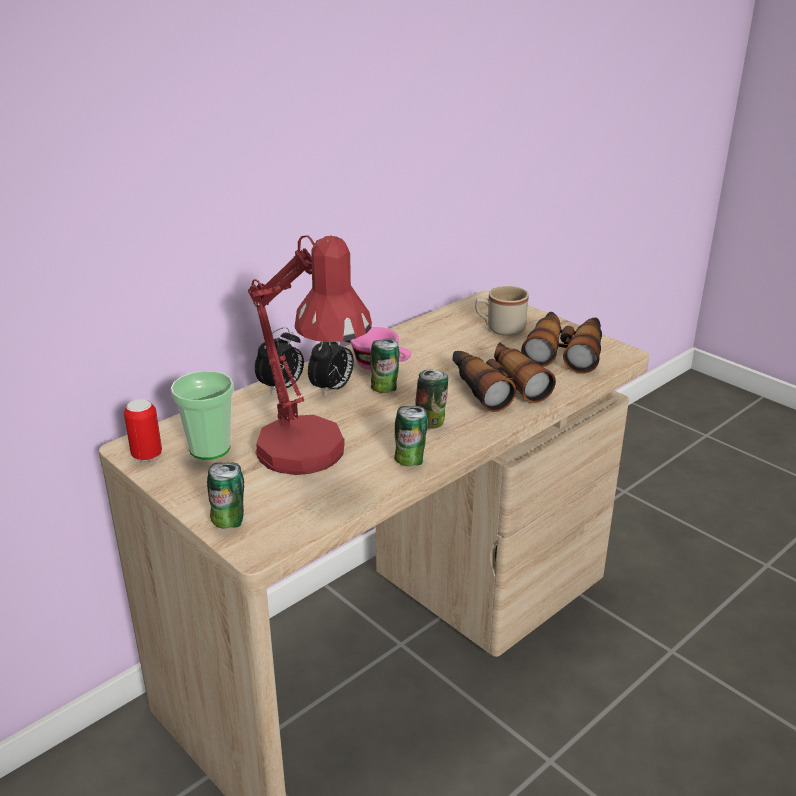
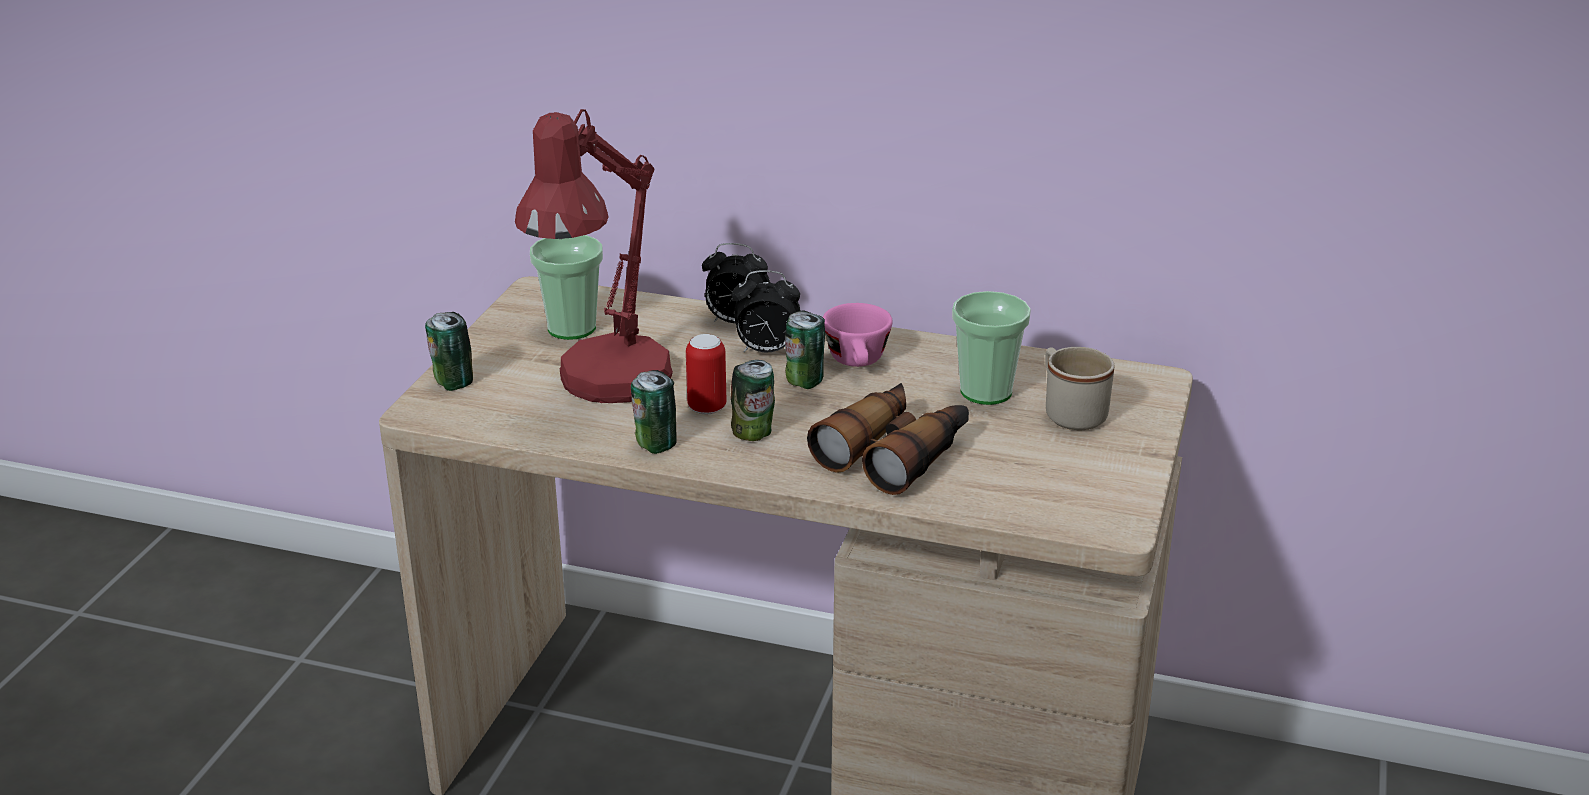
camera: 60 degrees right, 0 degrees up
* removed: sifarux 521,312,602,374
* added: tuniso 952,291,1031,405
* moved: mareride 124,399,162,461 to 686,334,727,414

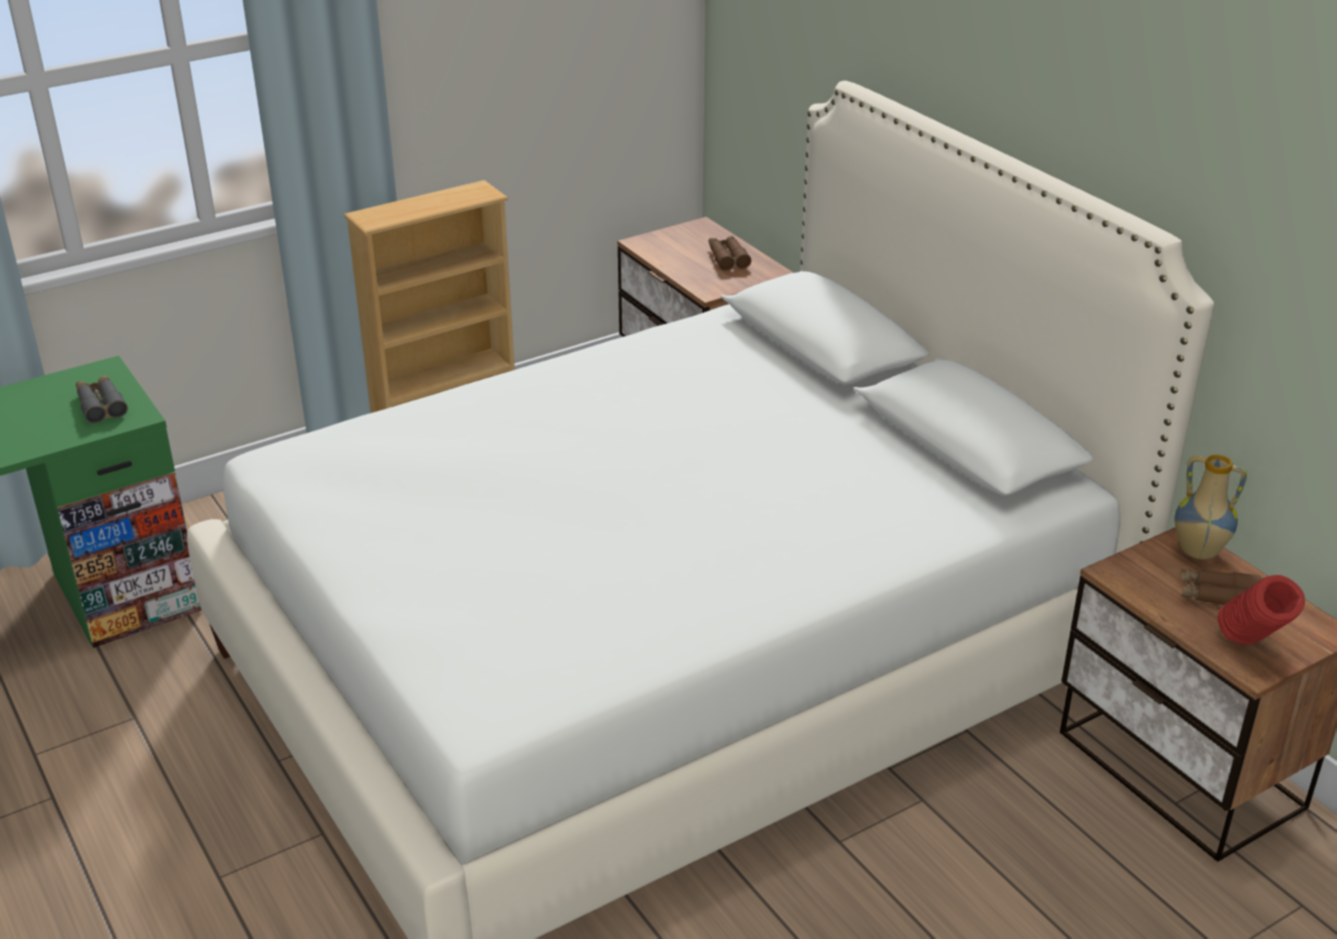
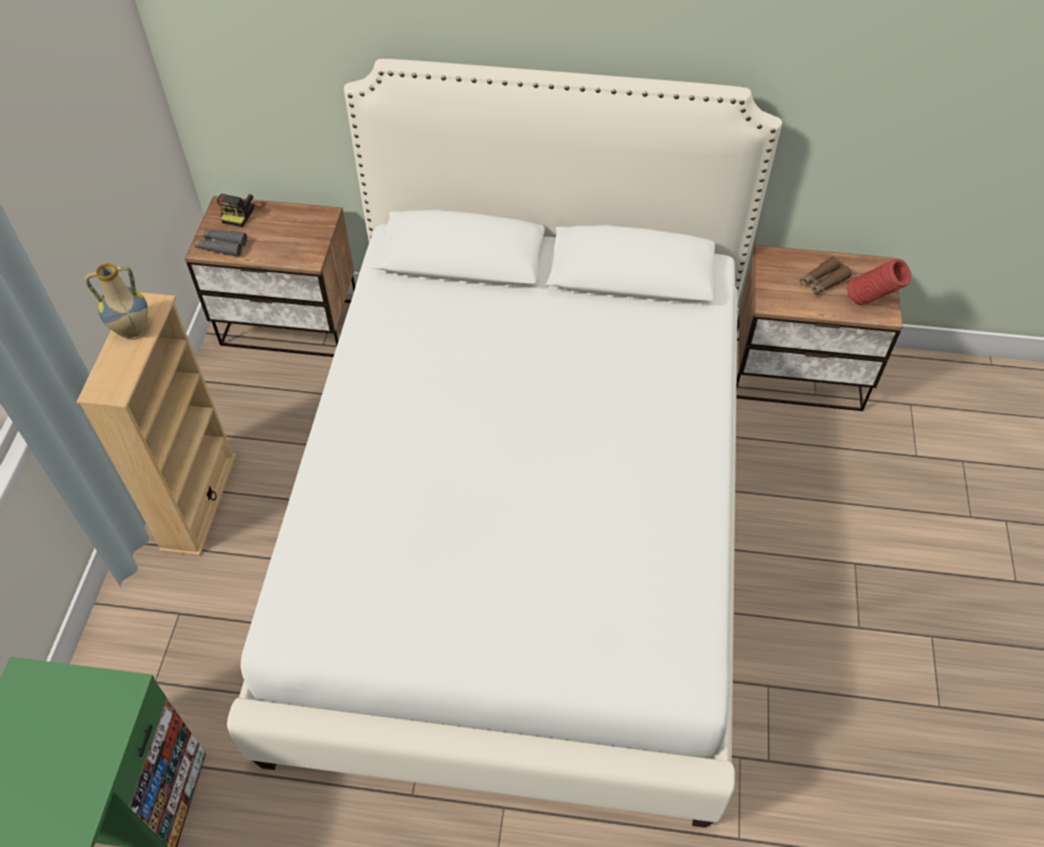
camera: 50 degrees left, 20 degrees up
* removed: brown_sifarux 708,236,751,271
* added: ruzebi 217,194,265,227
* moved: grey_sifarux 76,375,128,423 to 194,229,247,257
* moved: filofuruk 1175,455,1247,559 to 84,263,148,338

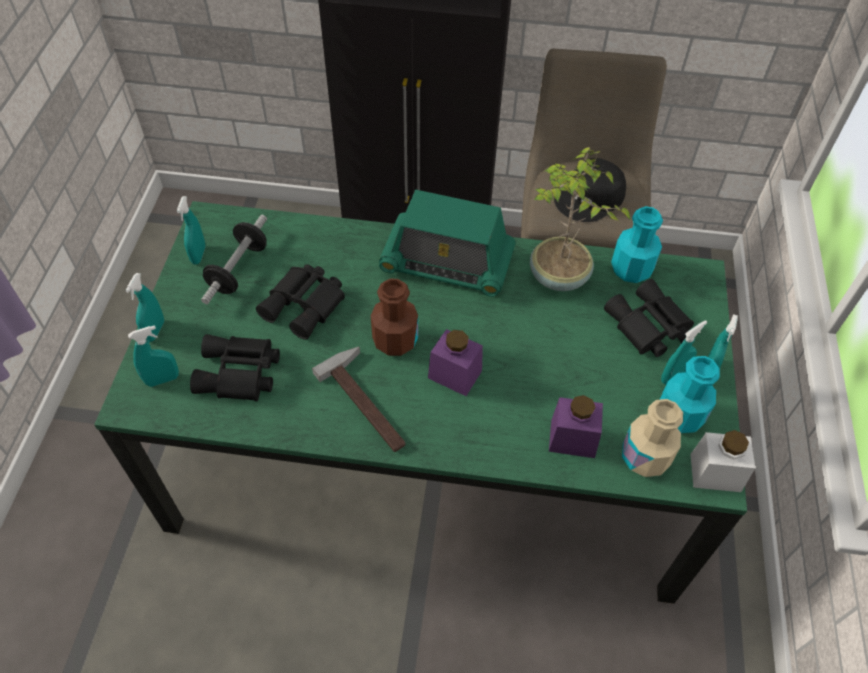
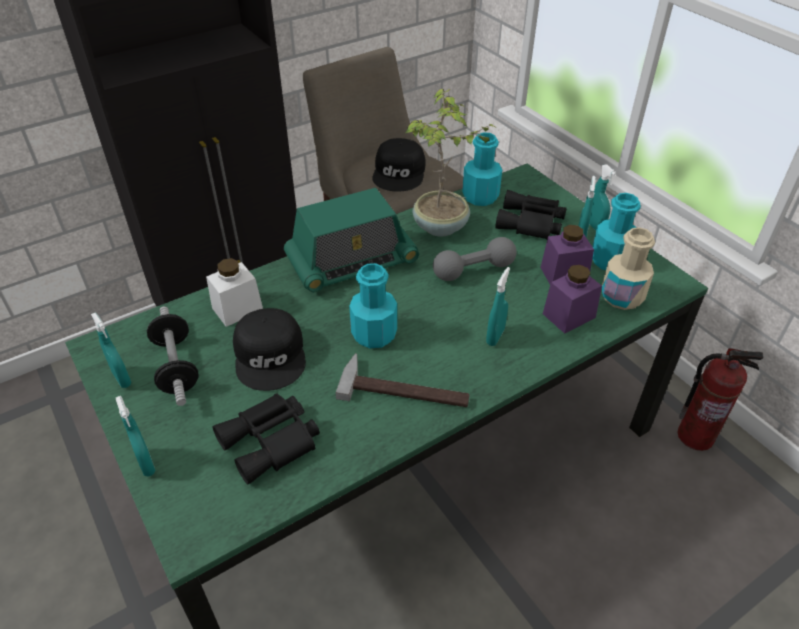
camera: 40 degrees left, 10 degrees down
* added: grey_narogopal 433,237,517,281
* added: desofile 677,348,763,451
* moved: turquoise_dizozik 128,325,179,387 to 486,267,510,346
* moved: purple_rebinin 428,329,483,396 to 540,225,594,284
* moved: white_rebinin 690,430,755,492 to 206,258,263,327
* replaced: black_sifarux 256,264,345,340 to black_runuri 233,308,306,391
* recoloured: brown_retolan 371,279,418,356 to turquoise_retolan 349,263,397,349

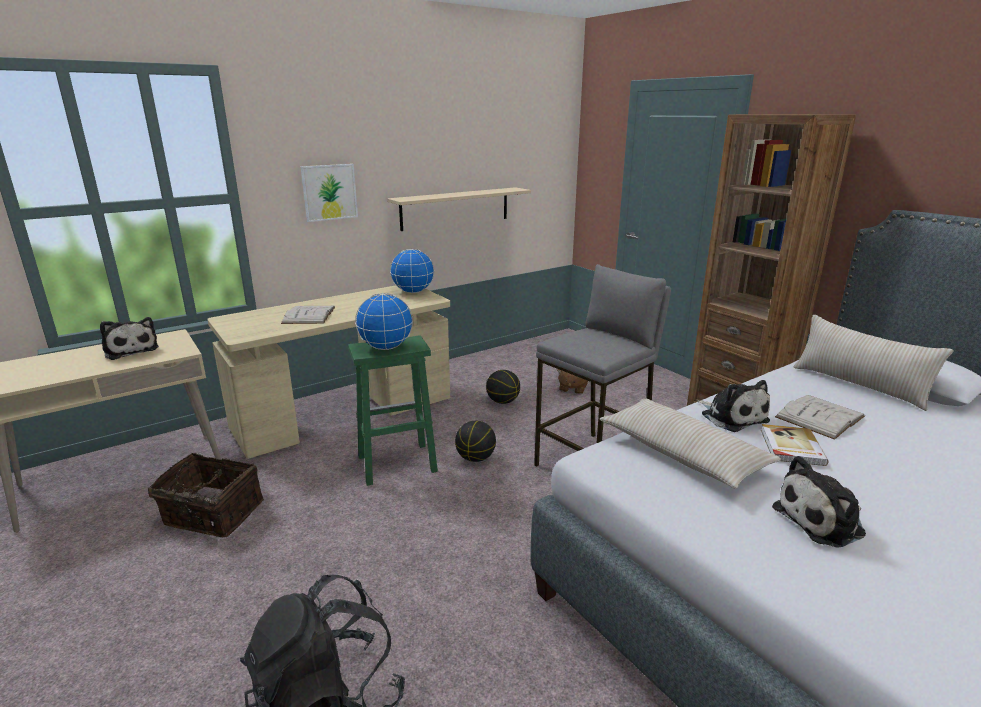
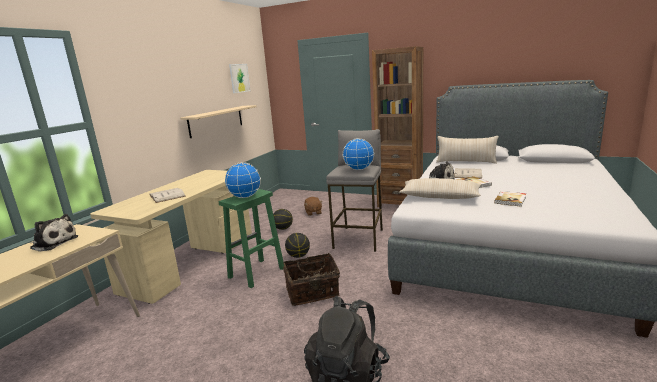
camera: 30 degrees left, 5 degrees down
* moved: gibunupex 148,453,264,537 to 283,253,340,306
* moved: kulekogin 301,164,358,222 to 229,64,250,93
* moved: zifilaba 390,249,434,293 to 343,138,374,170
* replaced: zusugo 772,456,866,548 to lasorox 494,191,526,207

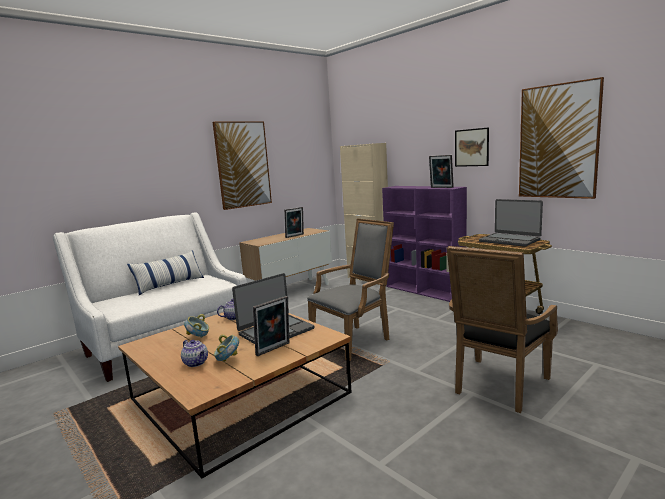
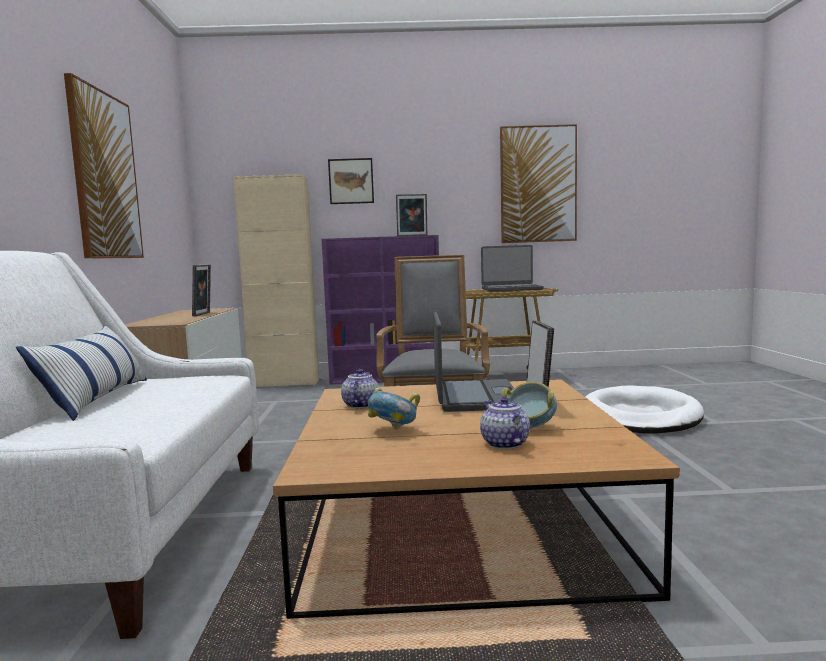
camera: 50 degrees left, 5 degrees down
* moved: kulekogin 455,127,489,167 to 328,158,374,204
* replaced: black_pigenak 447,246,558,413 to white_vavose 586,385,704,434
* turned: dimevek 181,340,208,367 = 480,397,530,449 105 degrees counterclockwise

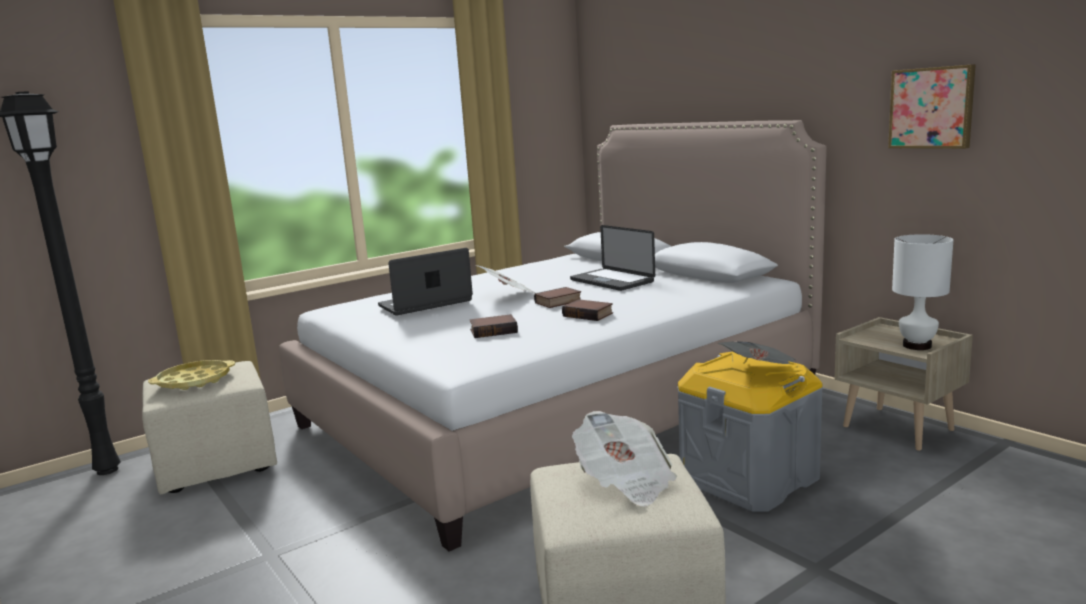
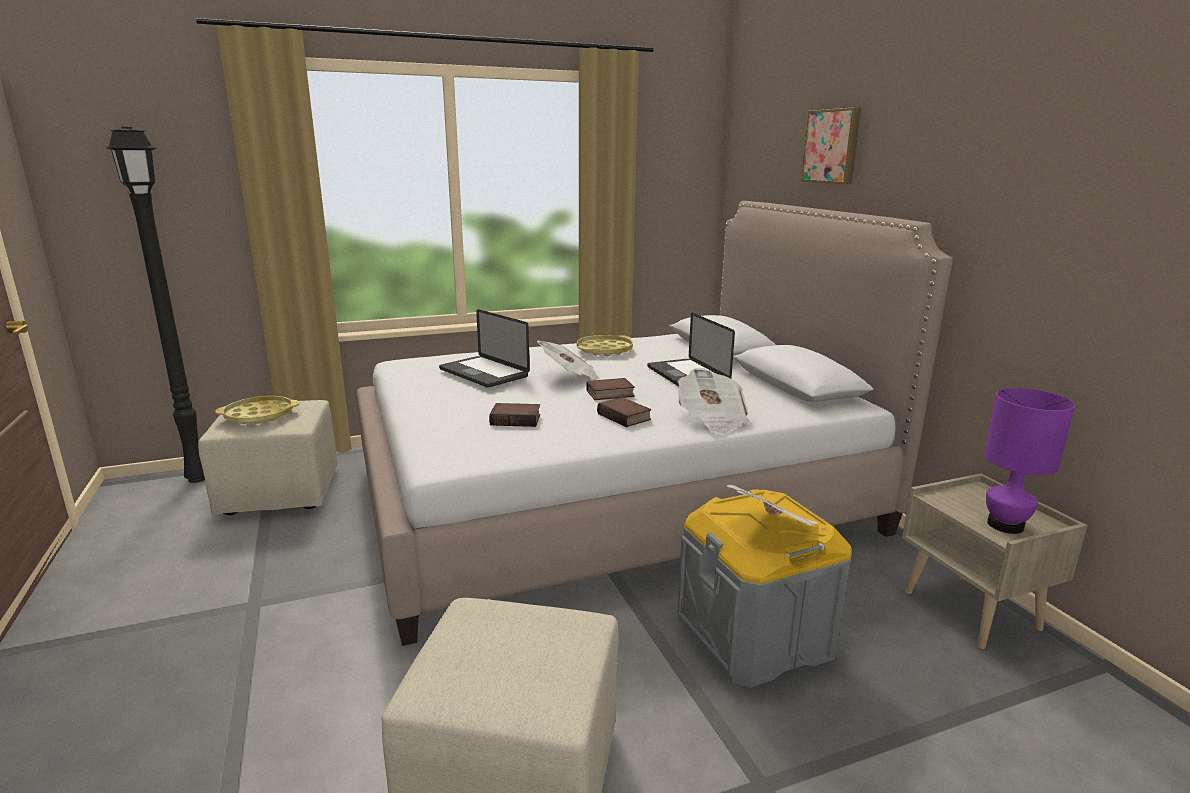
camera: 15 degrees right, 5 degrees up
* added: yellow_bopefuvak 577,335,633,356
* moved: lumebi 572,411,677,507 to 678,368,750,435
* moved: kulekogin 888,64,976,149 to 801,107,861,184
* recoloured: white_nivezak 892,234,953,350 to purple_nivezak 984,388,1075,534
* turned: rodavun 378,248,473,315 = 439,309,530,388 120 degrees counterclockwise

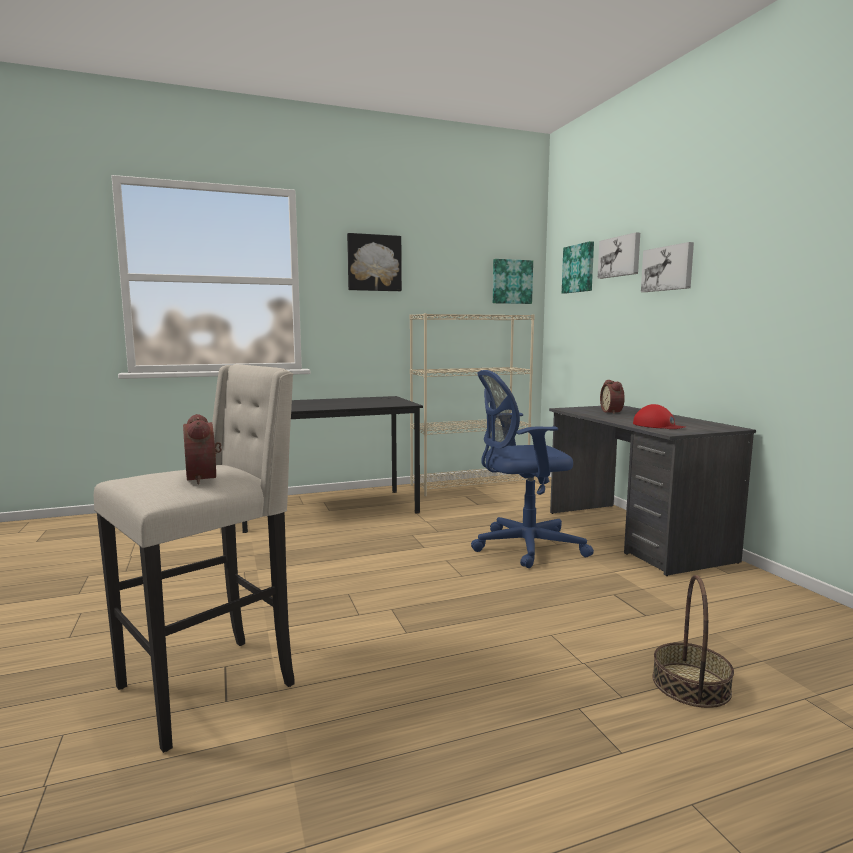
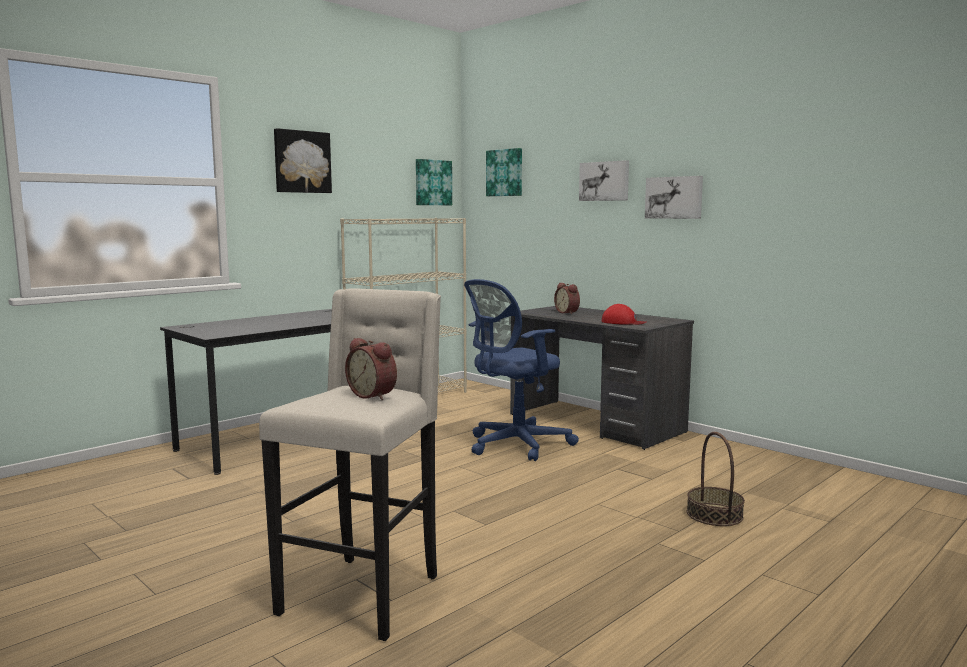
camera: 25 degrees left, 0 degrees up
* moved: kulekogin 598,232,640,279 to 645,176,703,219

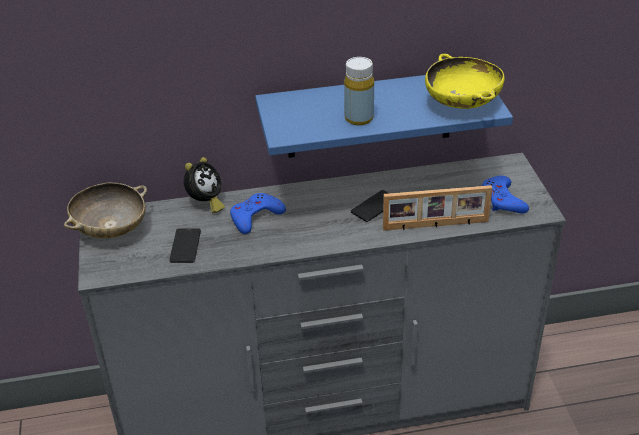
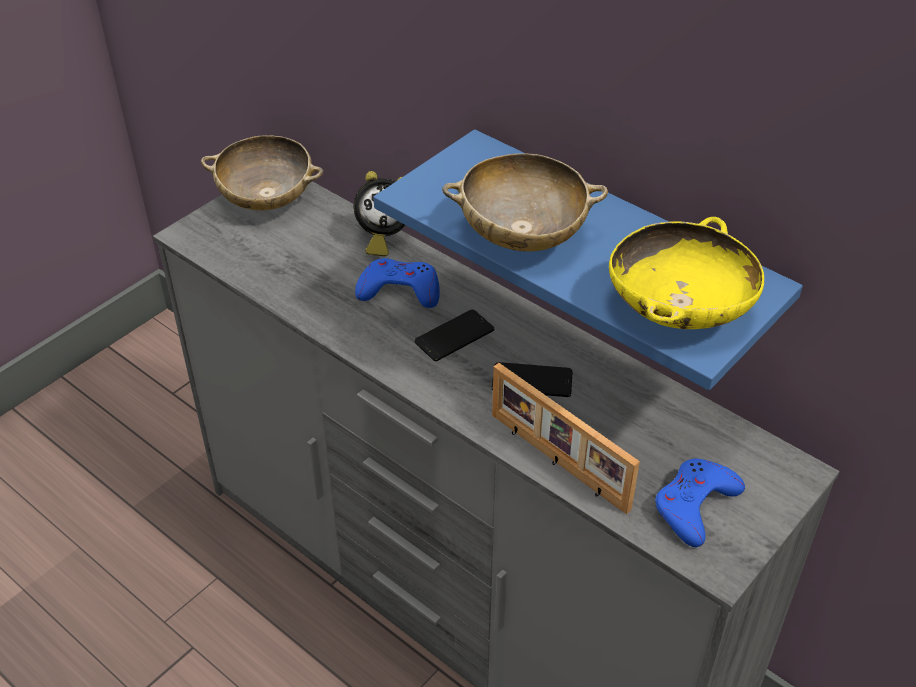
camera: 50 degrees right, 5 degrees up
* moved: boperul 169,228,201,263 to 414,310,494,361
* replaced: yellow_retolan 344,57,374,125 to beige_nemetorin 442,153,608,252

